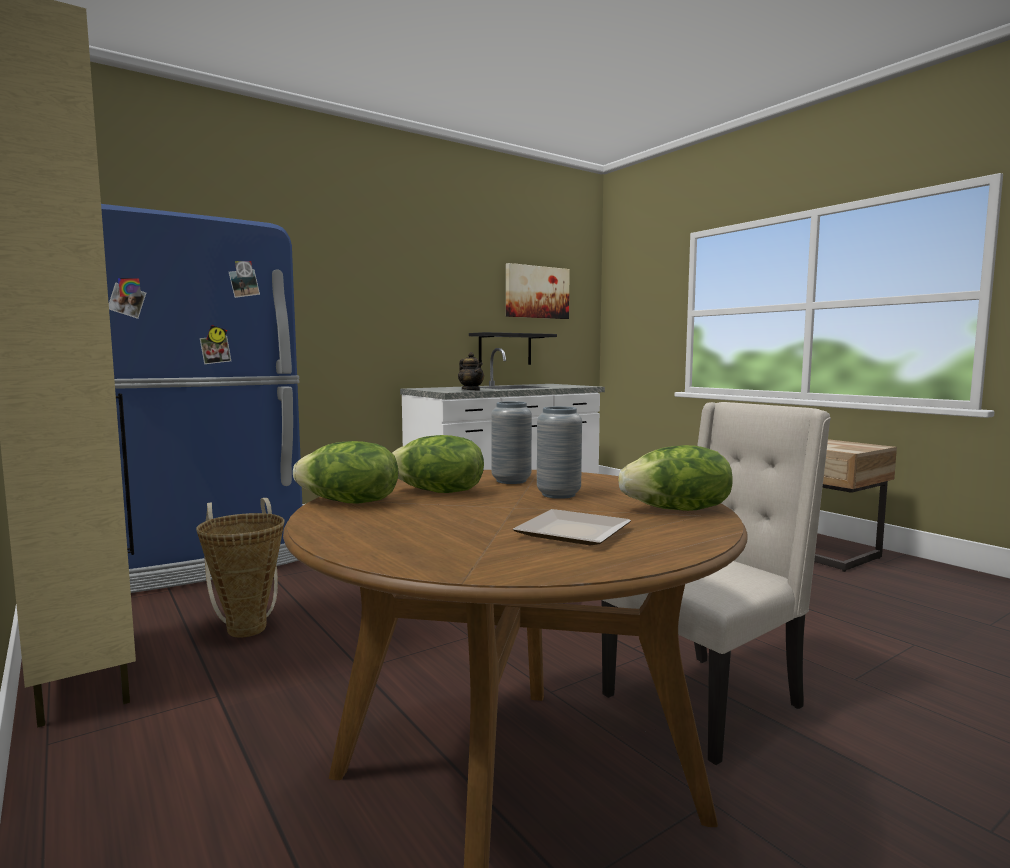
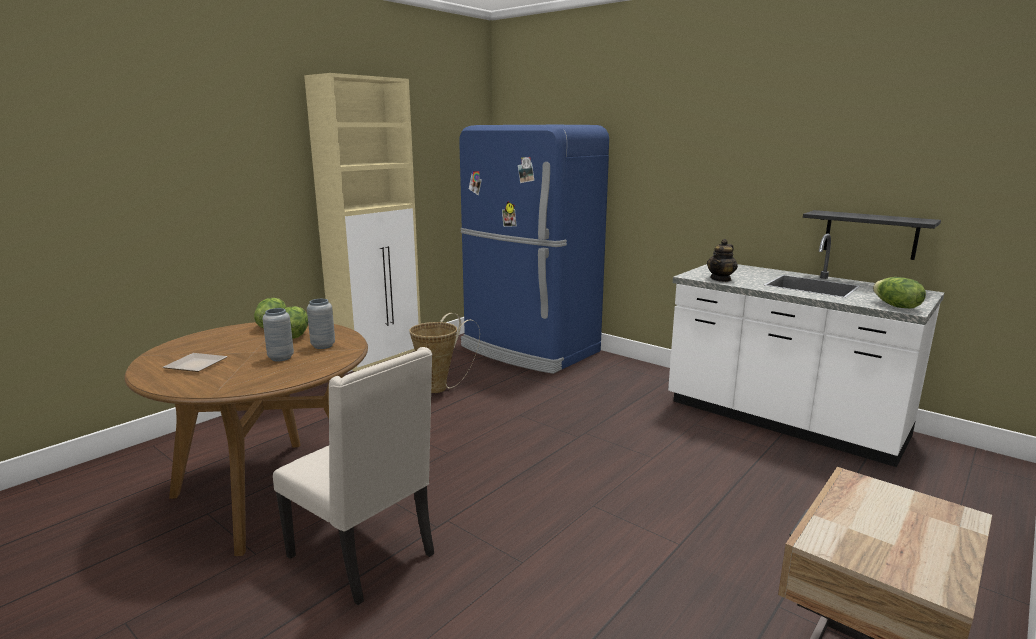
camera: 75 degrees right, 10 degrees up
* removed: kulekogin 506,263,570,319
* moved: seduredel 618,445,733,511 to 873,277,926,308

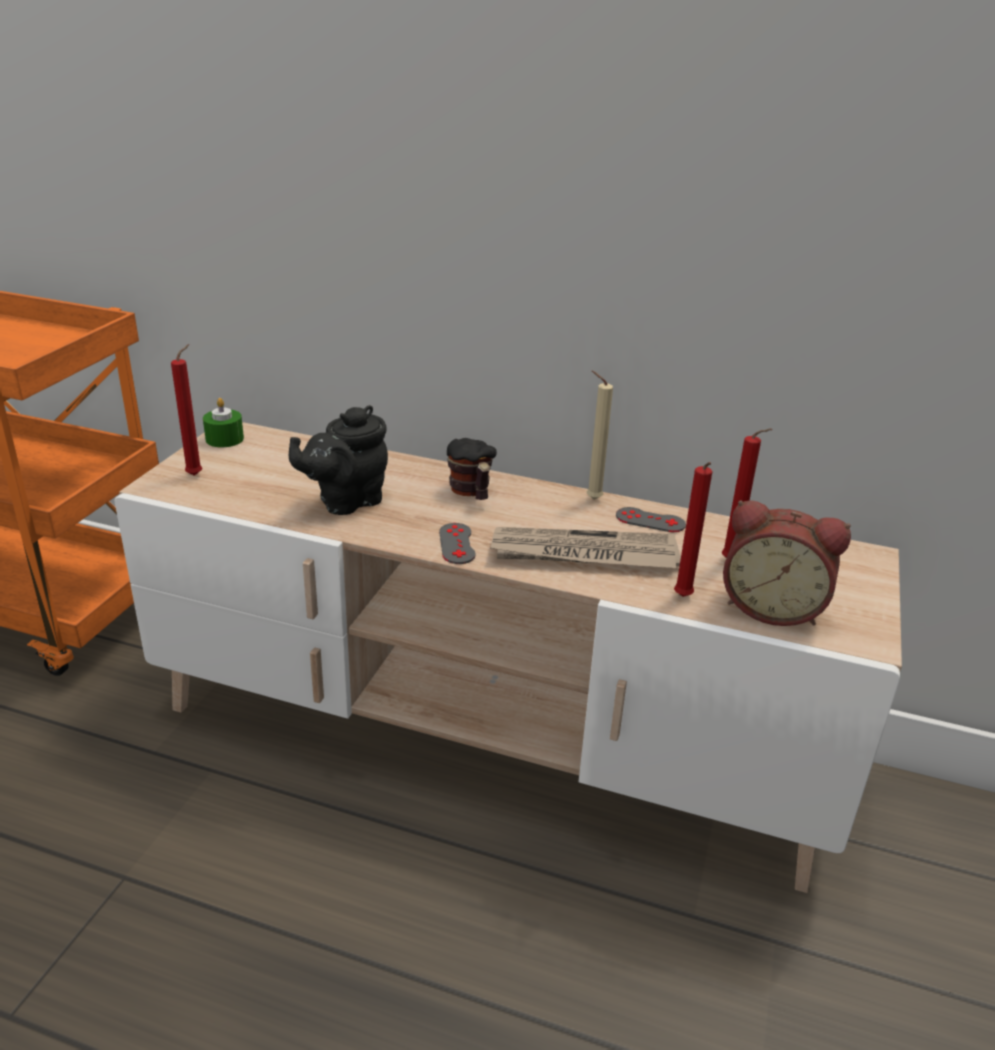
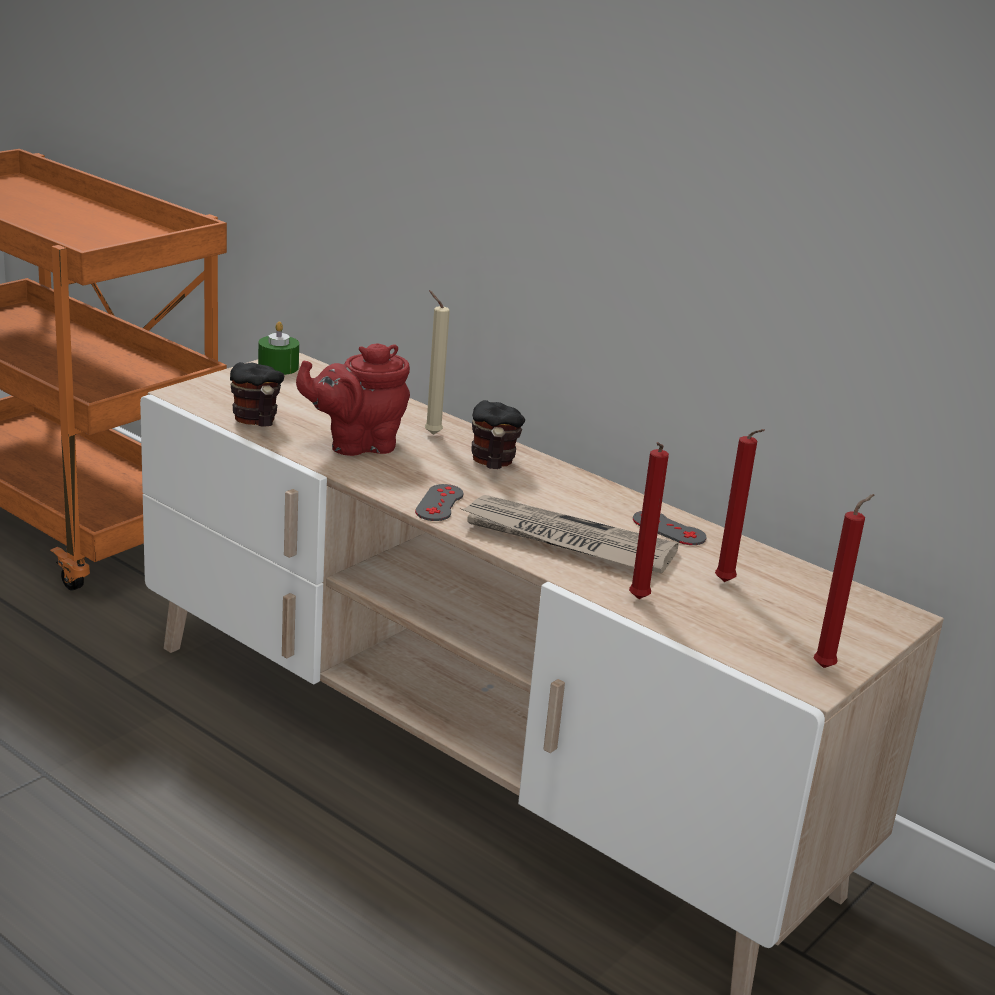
camera: 20 degrees right, 5 degrees down
* removed: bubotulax 723,500,851,626
* added: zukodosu 230,362,284,427
* moved: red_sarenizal 171,344,202,476 to 814,494,875,668
* moved: beige_sarenizal 587,371,613,500 to 425,290,450,435
* recoloured: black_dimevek 289,405,388,515 to red_dimevek 296,343,410,456

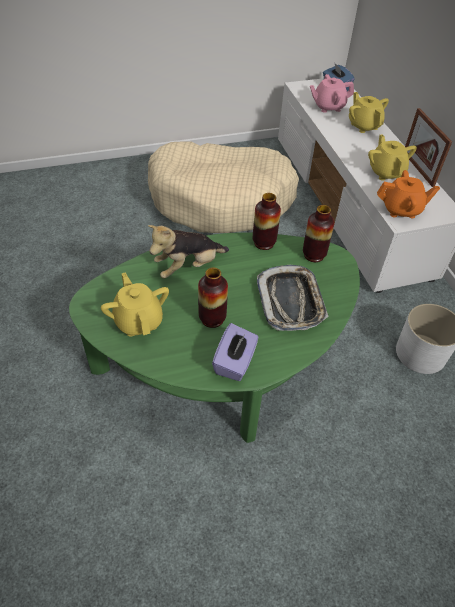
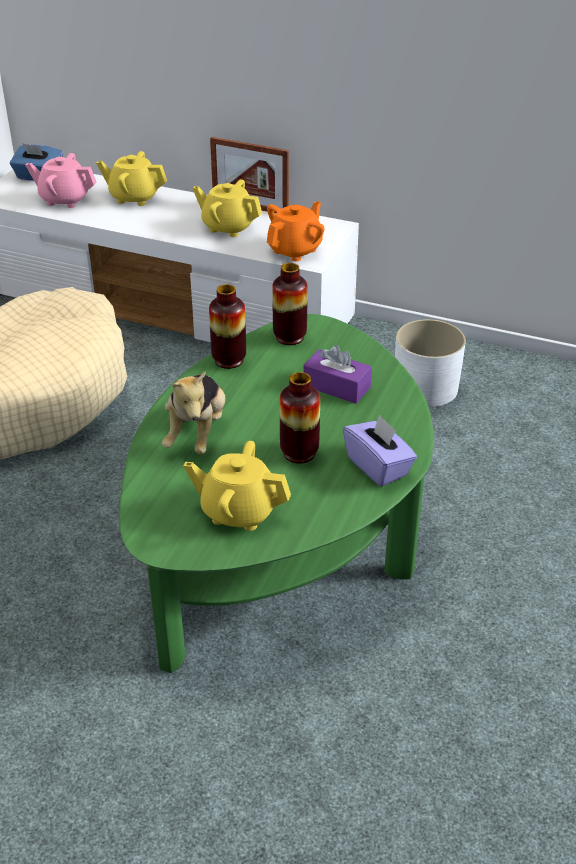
camera: 50 degrees left, 10 degrees down
* replaced: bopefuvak 257,265,329,331 to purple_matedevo 304,345,372,404
* turned: pink_dimevek 310,74,354,113 = 25,153,97,208 75 degrees clockwise

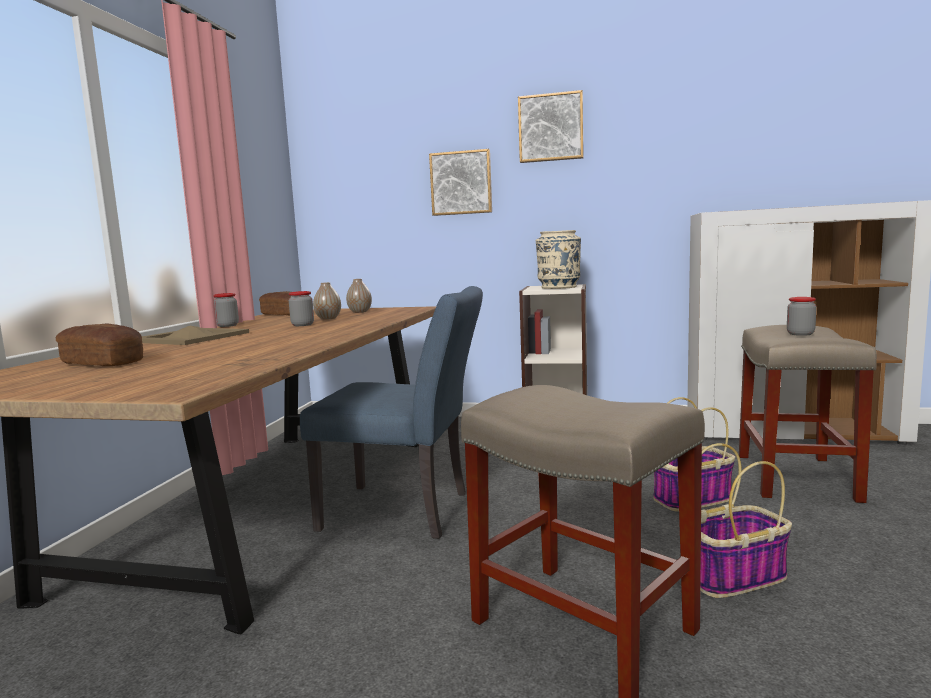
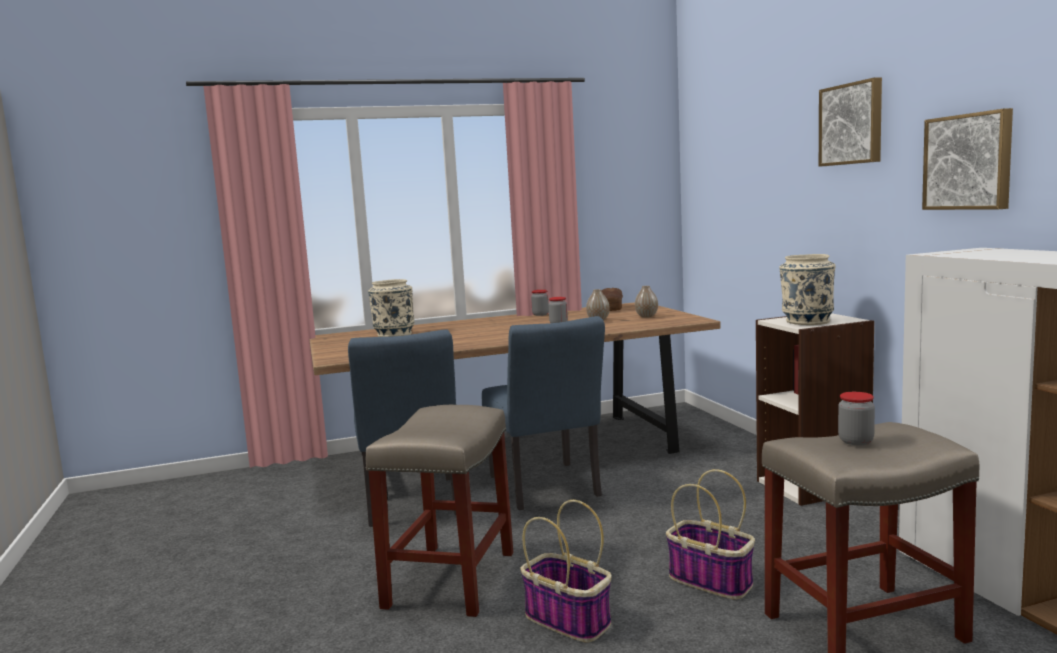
camera: 60 degrees right, 0 degrees up
* removed: beige_bopefuvak 142,326,249,345
* added: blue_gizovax 348,330,456,527
* moved: kulekogin 429,149,492,216 to 922,108,1013,210
* replaced: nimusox 56,323,143,366 to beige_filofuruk 368,279,415,337

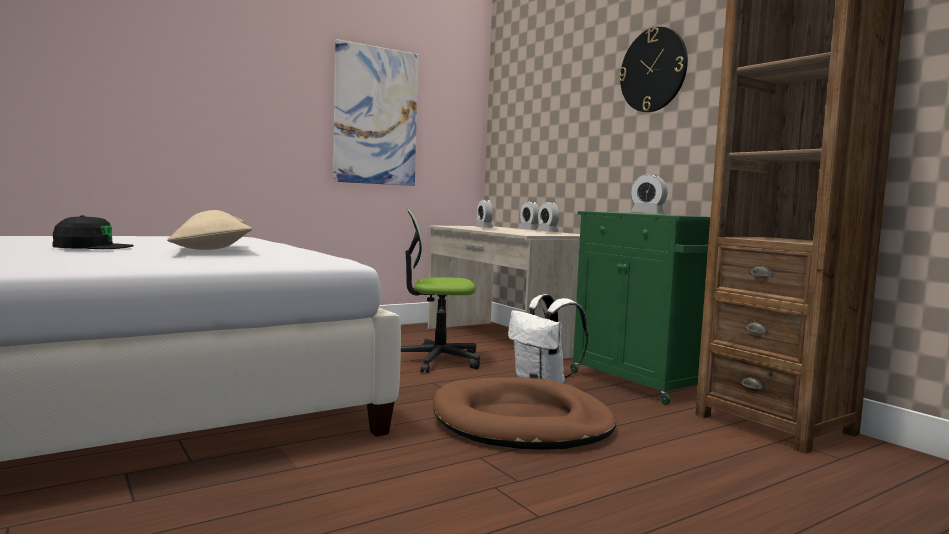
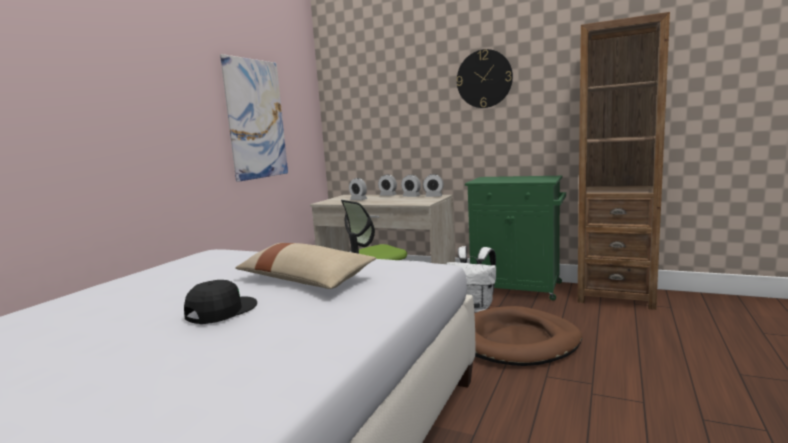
camera: 30 degrees left, 5 degrees up
* moved: bubotulax 631,174,668,213 to 423,174,444,197

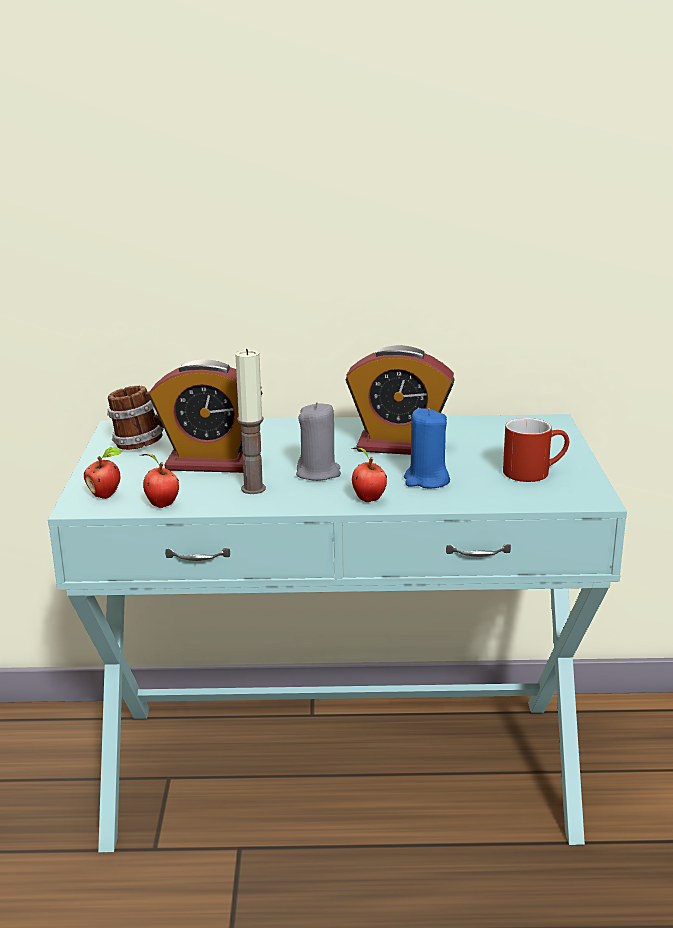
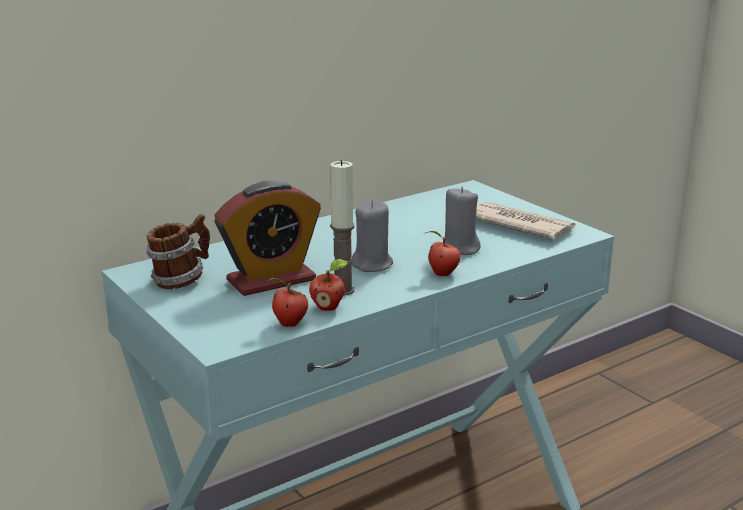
camera: 35 degrees left, 0 degrees up
* removed: bubotulax 346,345,455,455
* moved: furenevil 84,447,123,499 to 309,259,347,311
* replaced: red_zukodosu 503,418,569,482 to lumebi 476,201,576,240
* recoloured: blue_sarenizal 404,408,450,488 to grey_sarenizal 445,187,481,255

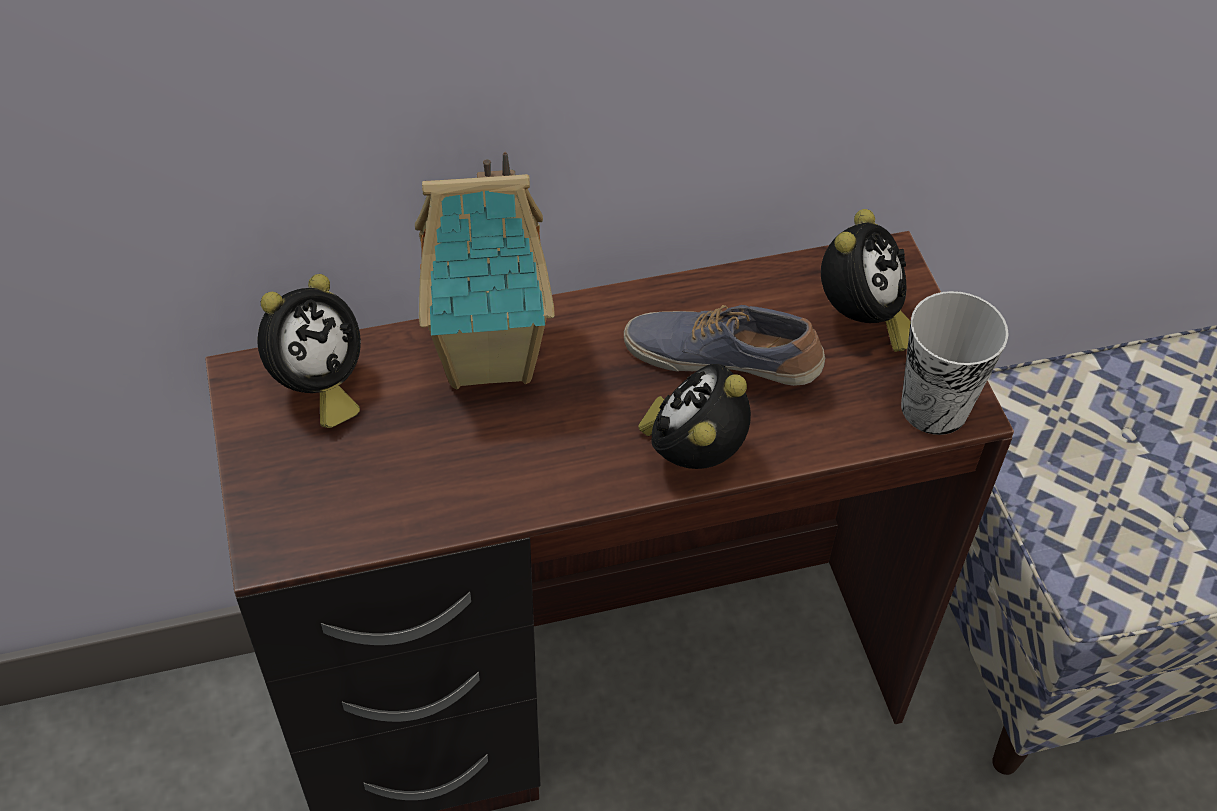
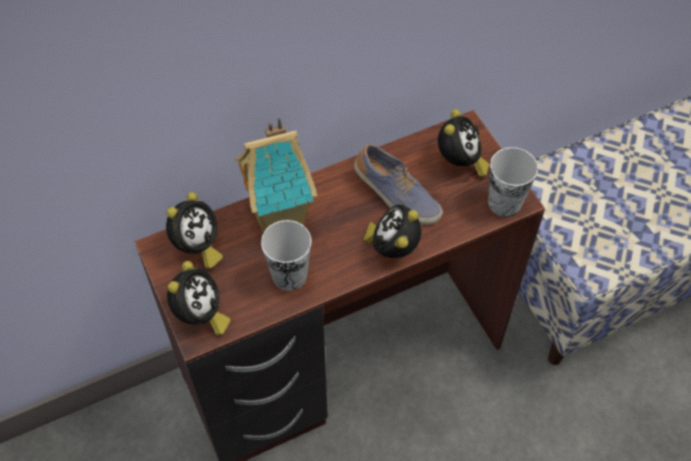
camera: 10 degrees left, 5 degrees up
* added: bubotulax 167,261,230,335
* added: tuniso 261,220,311,291
* turned: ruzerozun 624,305,825,386 = 354,144,443,225 150 degrees counterclockwise

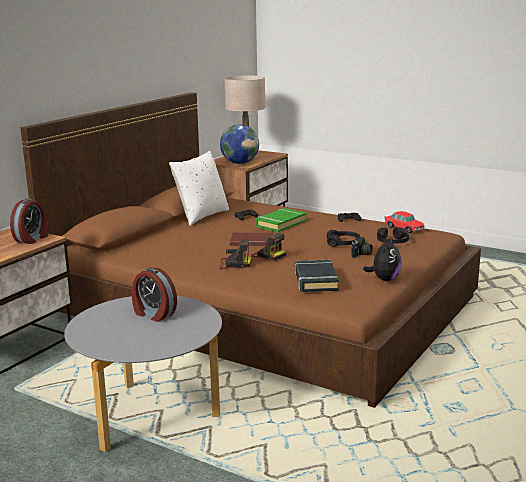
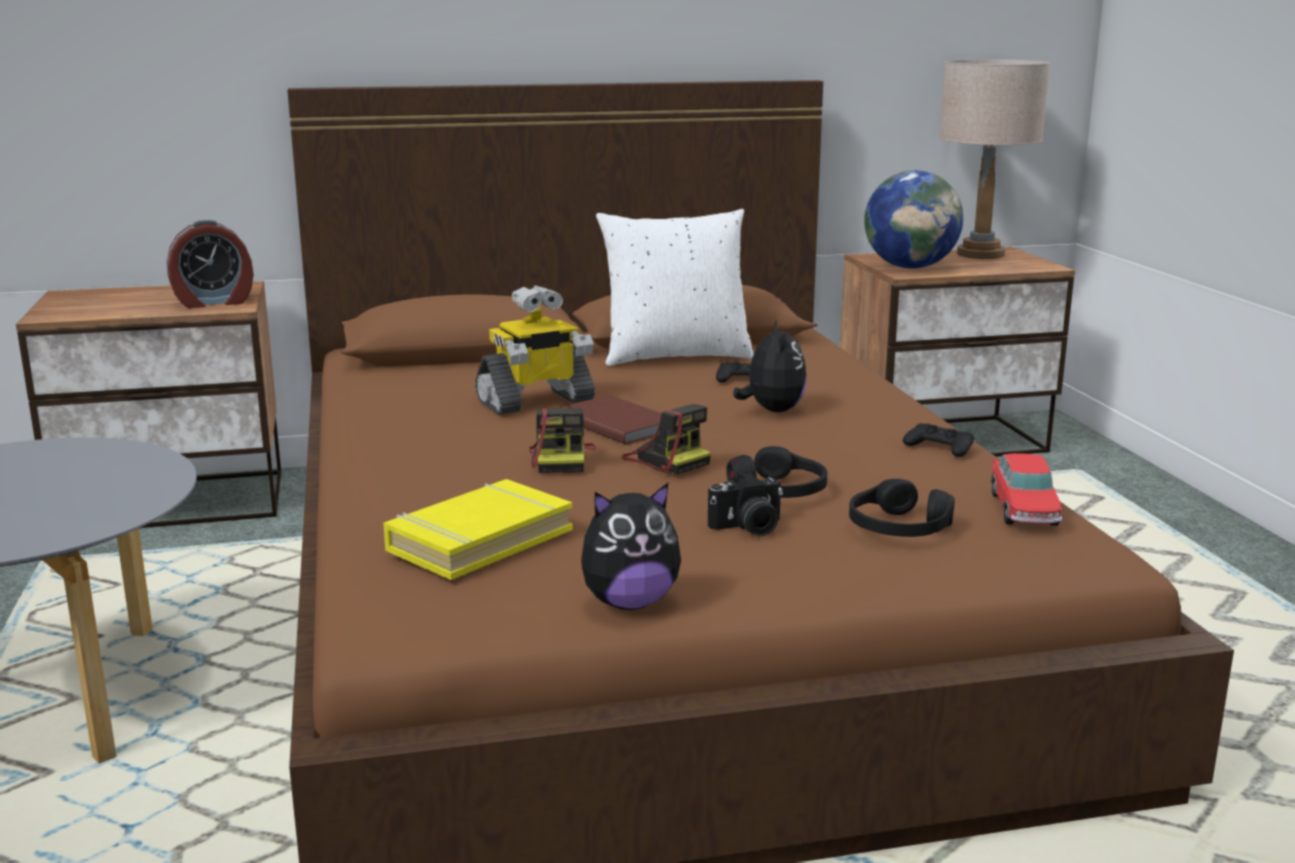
camera: 45 degrees right, 0 degrees up
* removed: bubotulax 132,267,177,322
* added: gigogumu 475,285,595,414
* moved: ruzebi 219,239,252,269 to 622,404,711,474
* replaced: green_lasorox 255,208,307,232 to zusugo 733,320,807,412
* recoloured: black_lasorox 295,260,339,292 to yellow_lasorox 383,479,573,580

